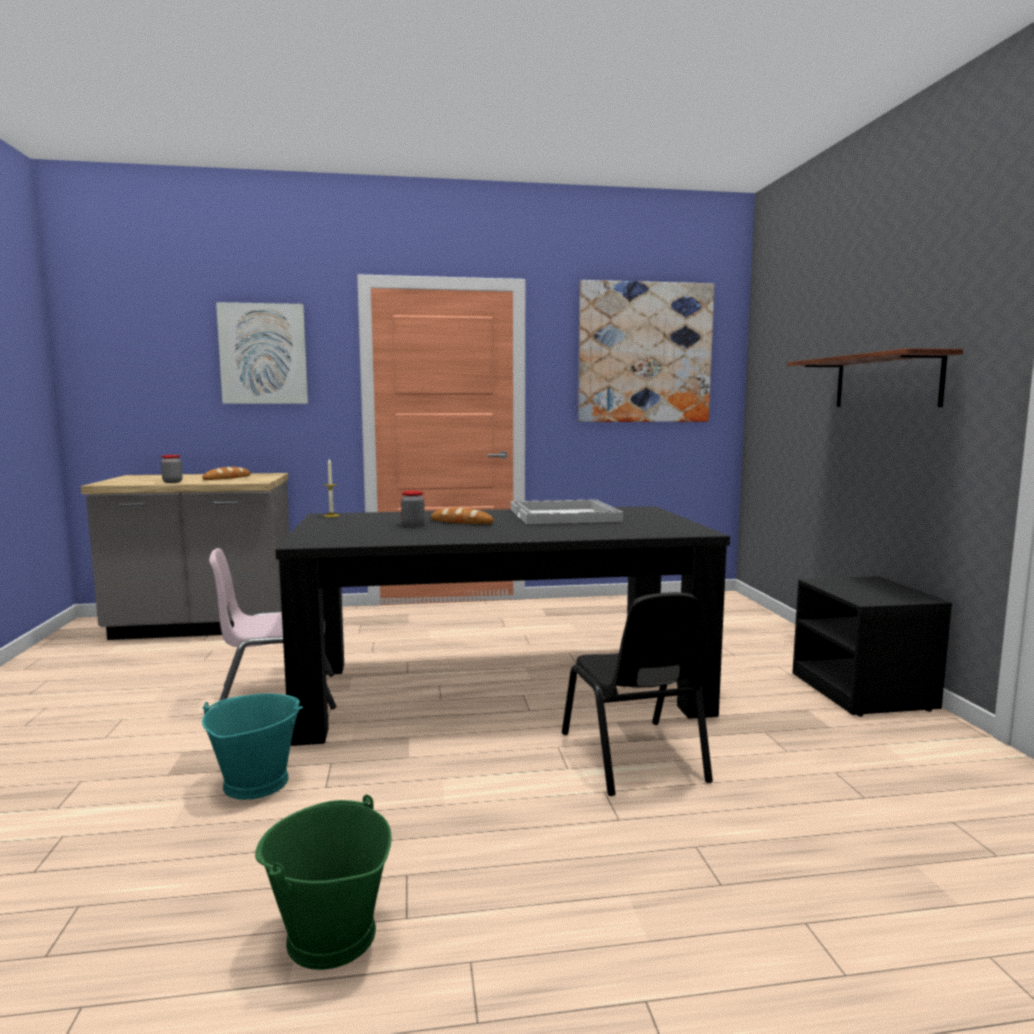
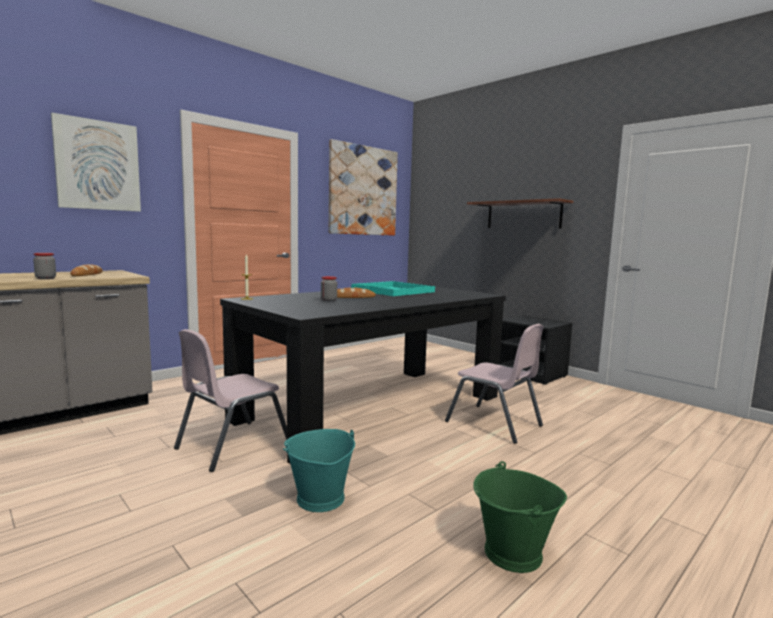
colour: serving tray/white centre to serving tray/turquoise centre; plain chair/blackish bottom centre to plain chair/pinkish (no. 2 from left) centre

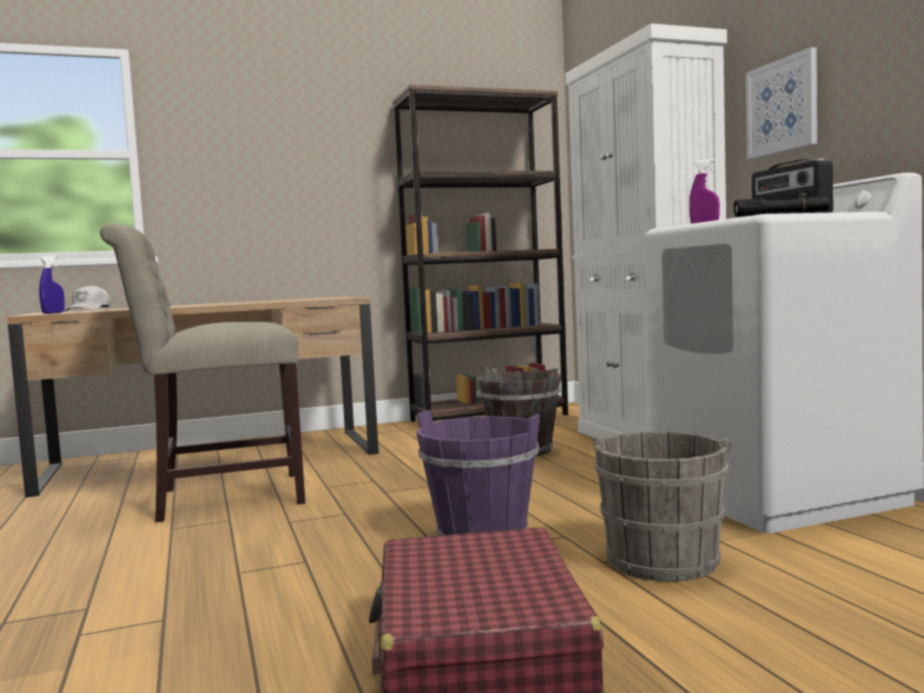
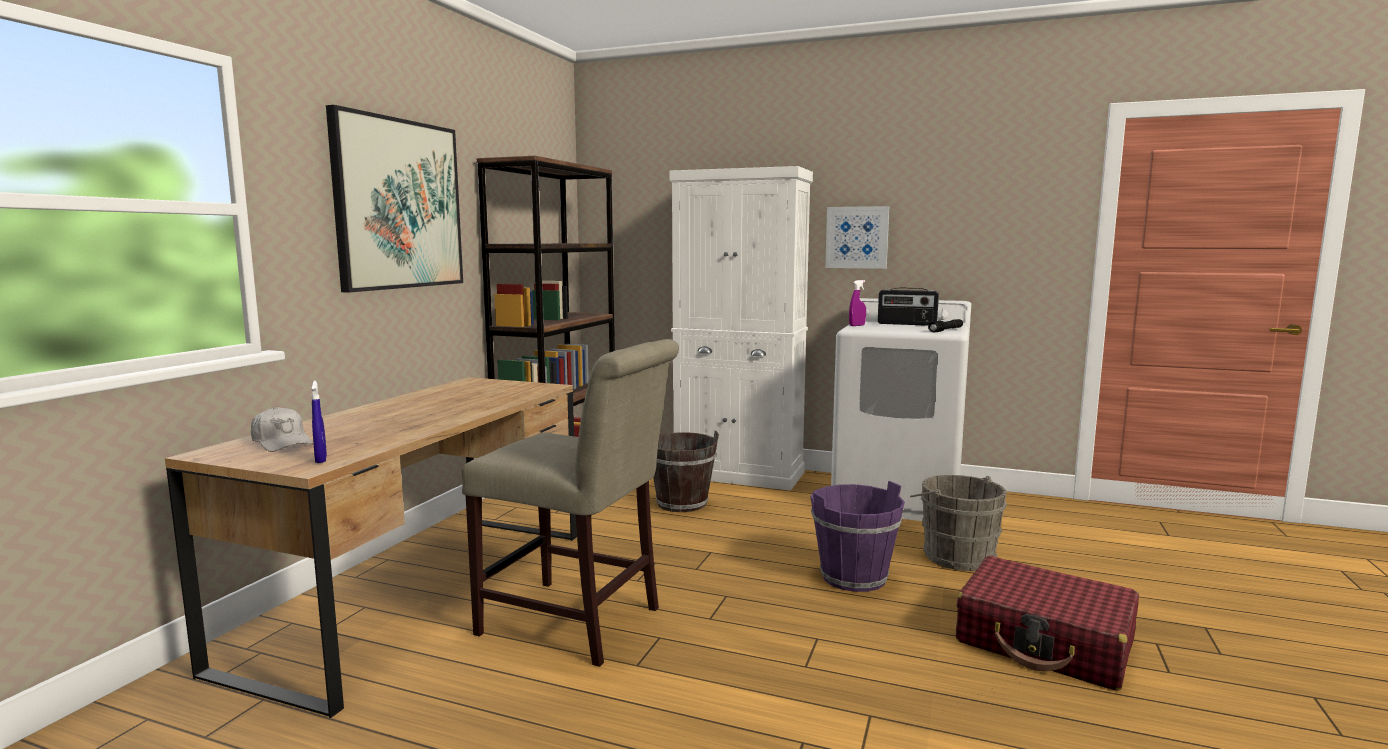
appeared: wall picture (no. 1 from left) top left
spun: plain chair/beige middle left = bottom centre 90 degrees counterclockwise

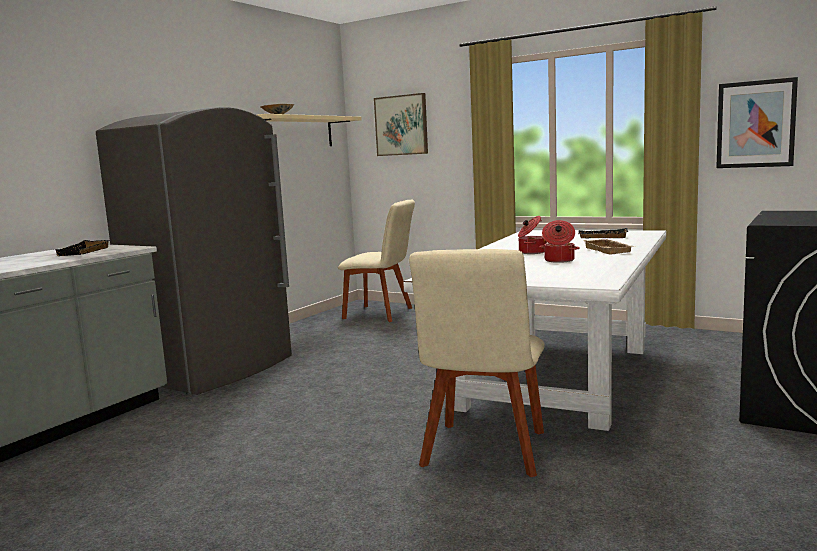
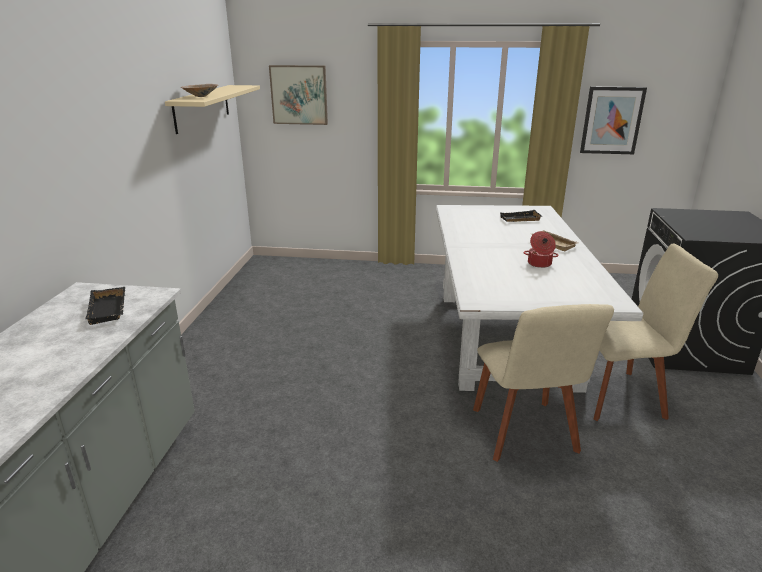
missing: fridge/grey middle left; saucepot (no. 1 from left) centre
relocated: plain chair/beige (no. 1 from left in the first image) centre to plain chair/beige (no. 2 from left) middle right

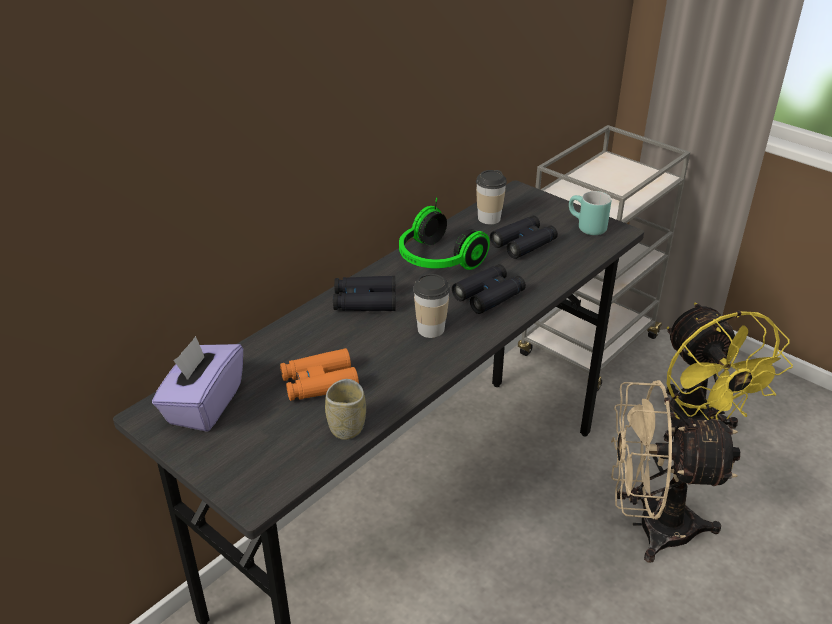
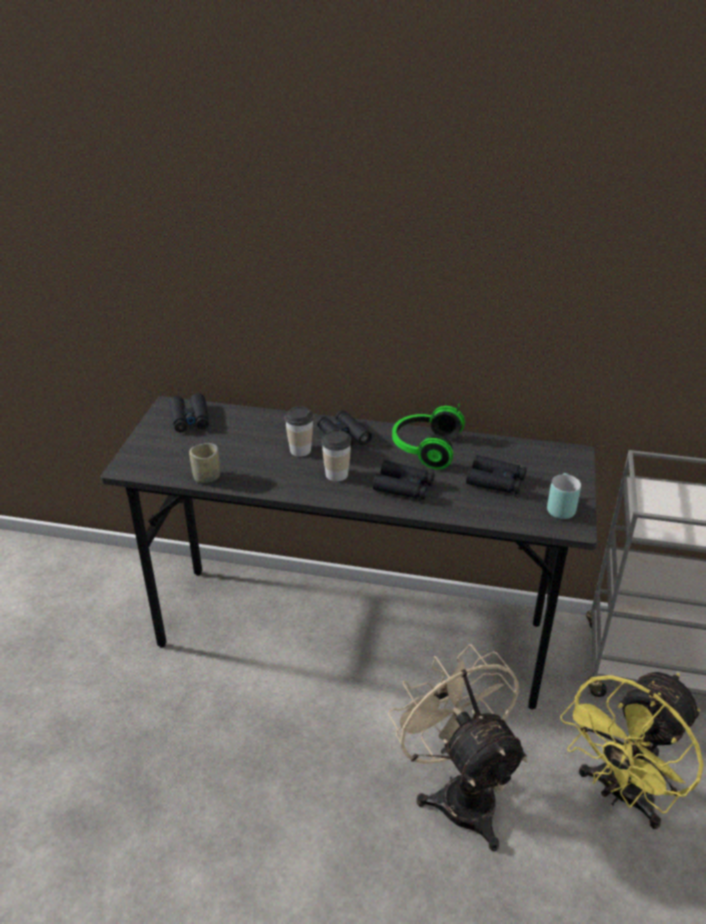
missing: binoculars/orange centre
relocated: cup (no. 3 from left in the first image) top centre to cup (no. 2 from left) centre
exchanged: tissue holder/purplish middle left to binoculars/blackish (no. 1 from left) middle left

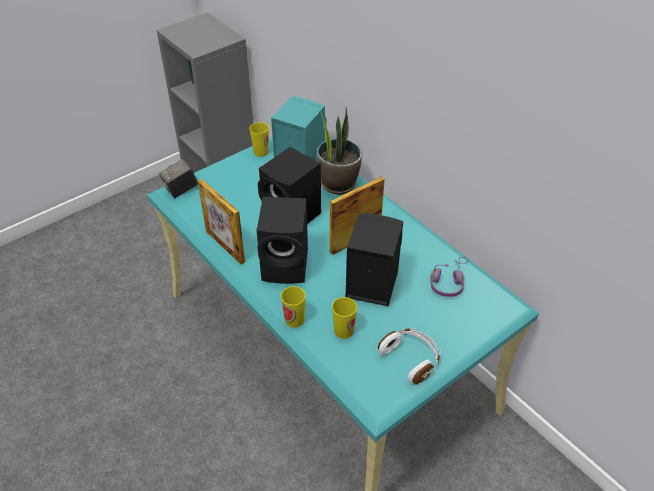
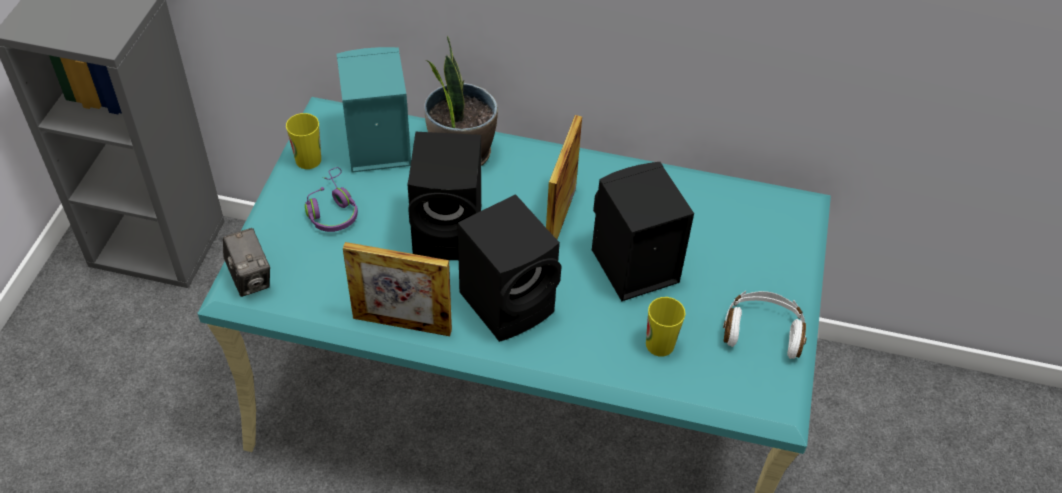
missing: cup (no. 2 from left) centre
relocated: pair of headphones/purplish middle right to middle left
spun: still camera middle left = middle left 45 degrees counterclockwise

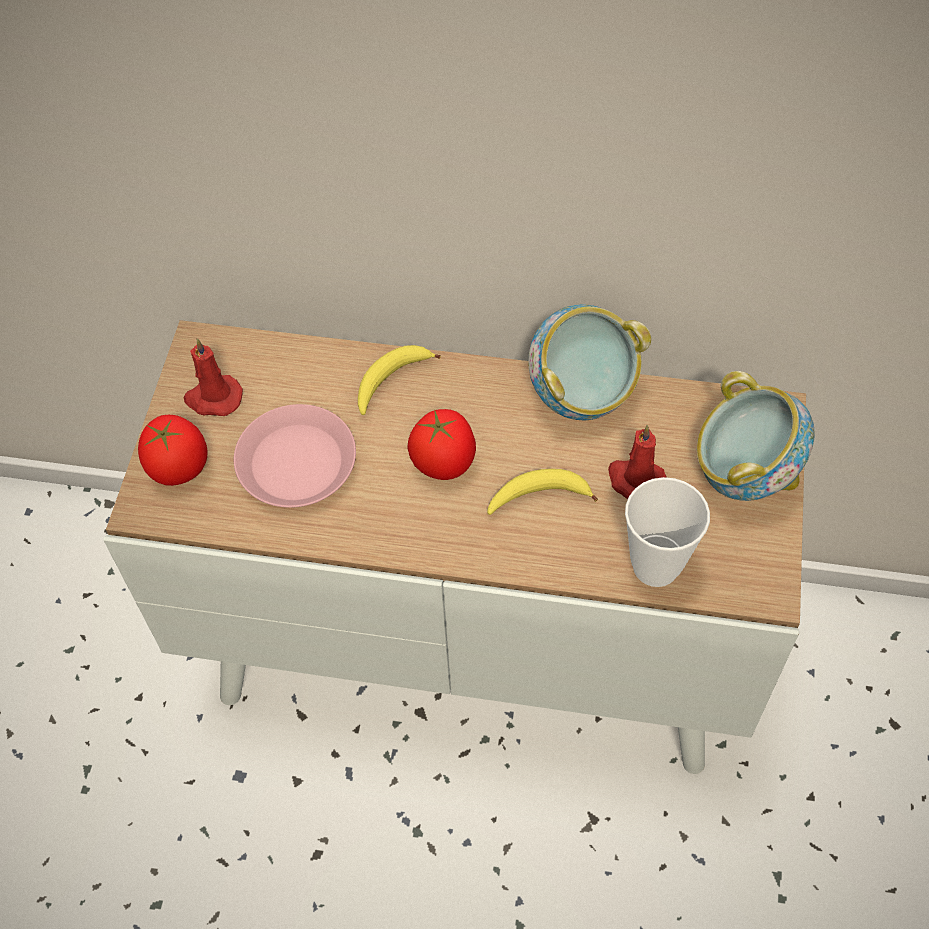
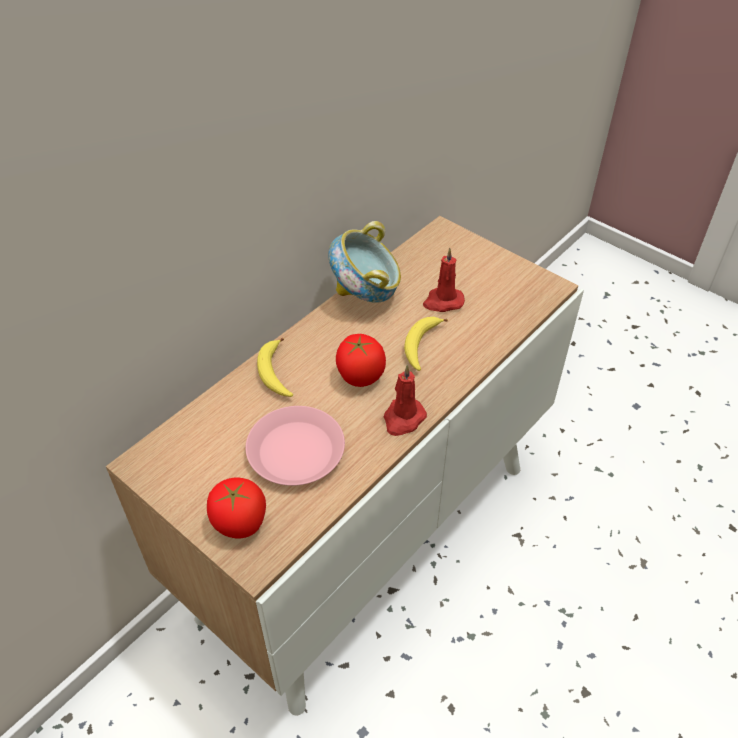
missing: cup middle right; serving bowl (no. 2 from left) middle right
relocated: candle/reddish (no. 1 from left) middle left to centre

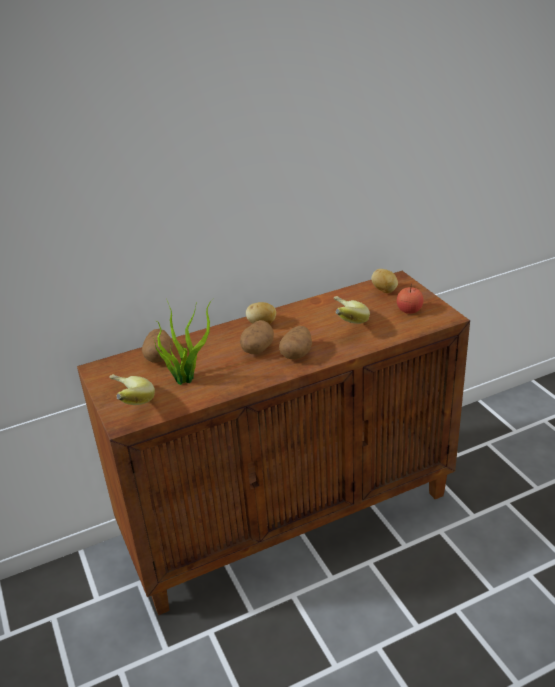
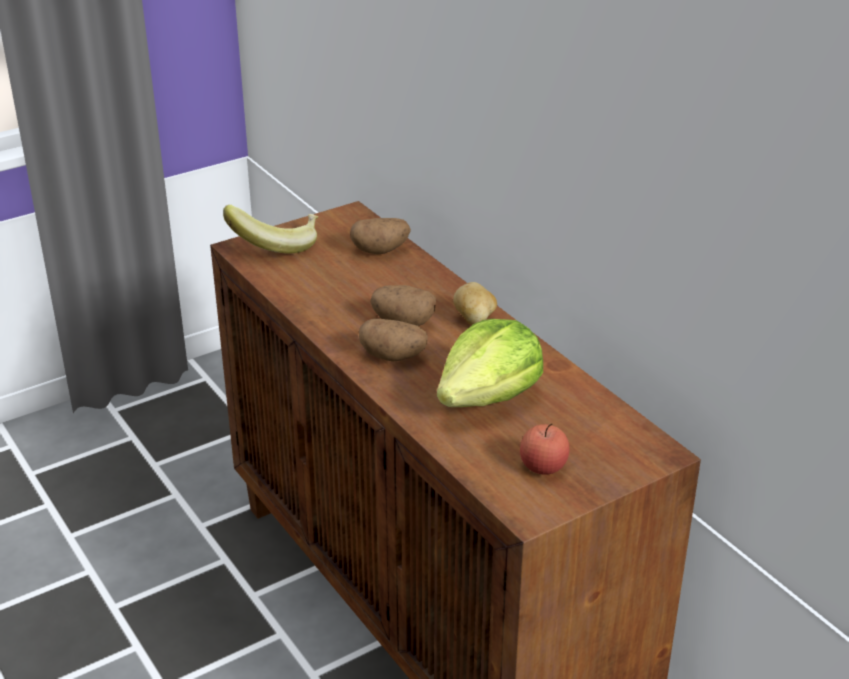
missing: potted plant middle left; whole potato (no. 5 from left) middle right
exchanged: banana (no. 2 from left) centre to lettuce head centre

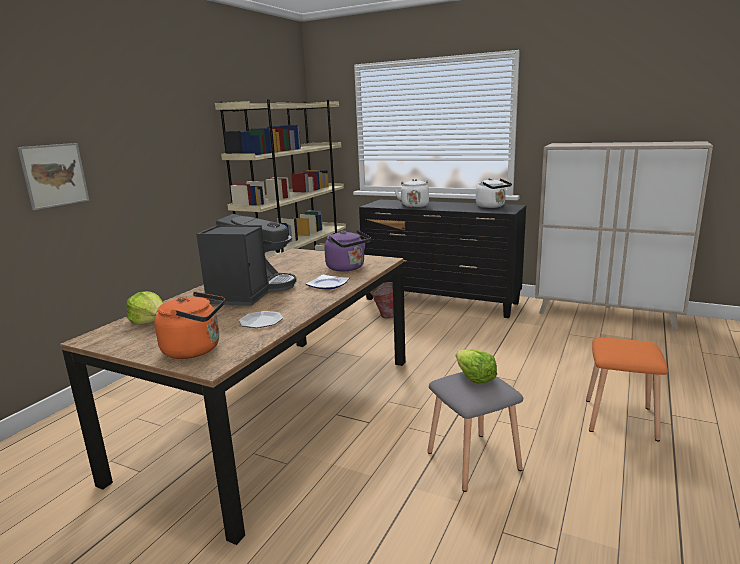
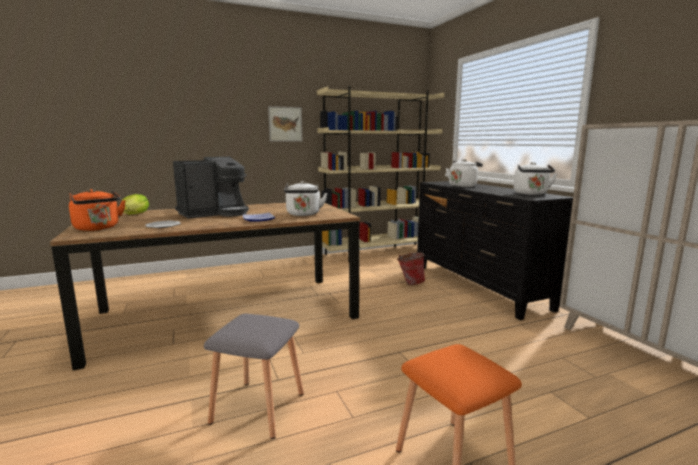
missing: lettuce head (no. 2 from left) centre
relocated: wall picture top left to top centre
colour: water kettle/purplish centre to water kettle/white (no. 1 from left) centre

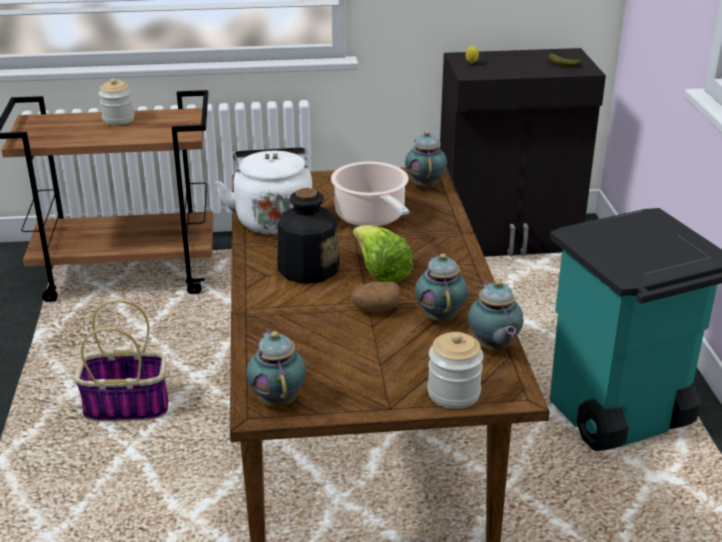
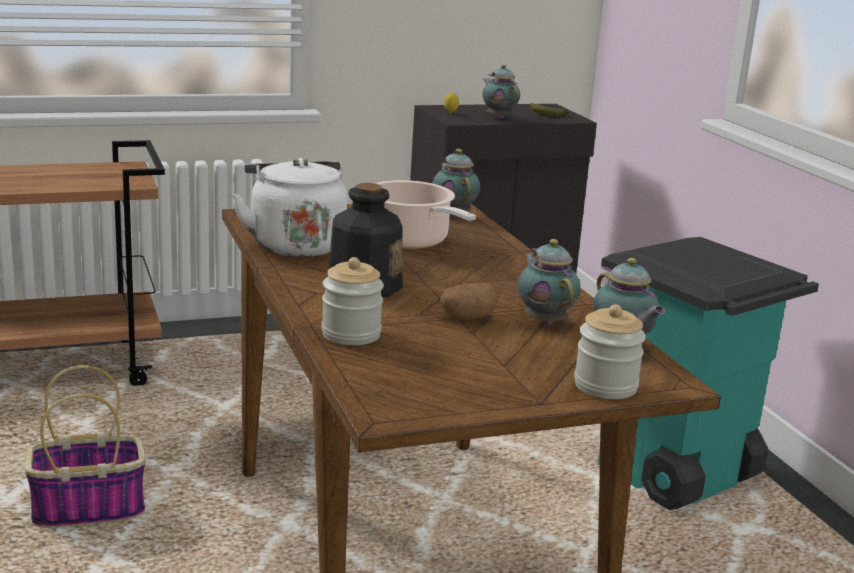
missing: lettuce head centre
relocated: jar (no. 1 from left) top left to centre; tea pot (no. 1 from left in the first image) bottom centre to tea pot (no. 2 from left) top centre

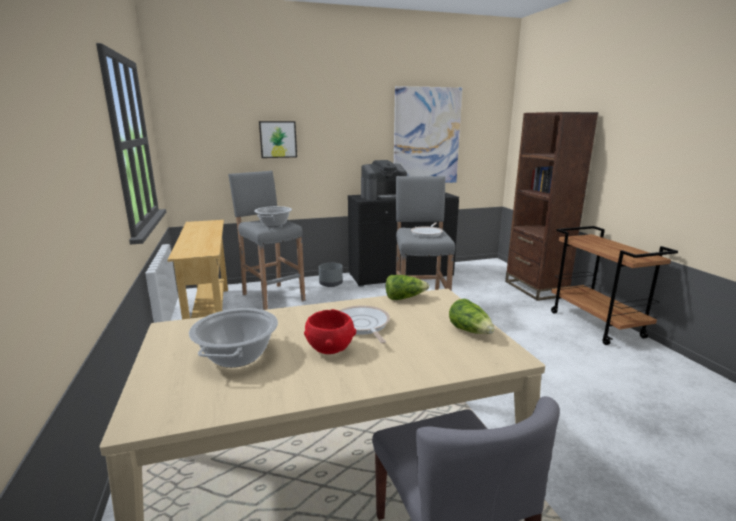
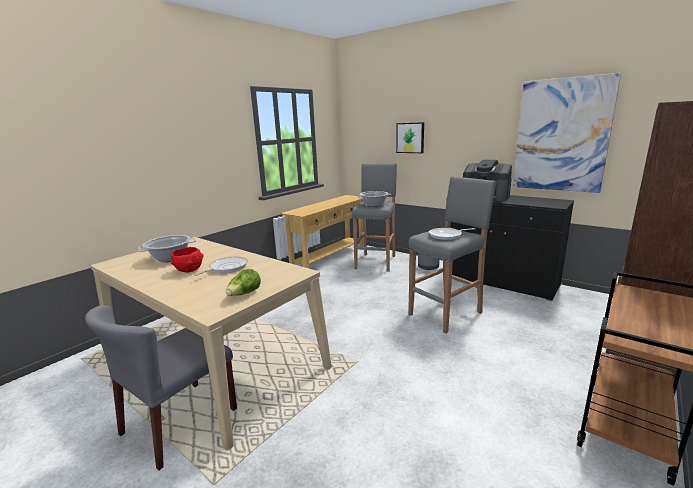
missing: lettuce head (no. 1 from left) centre

